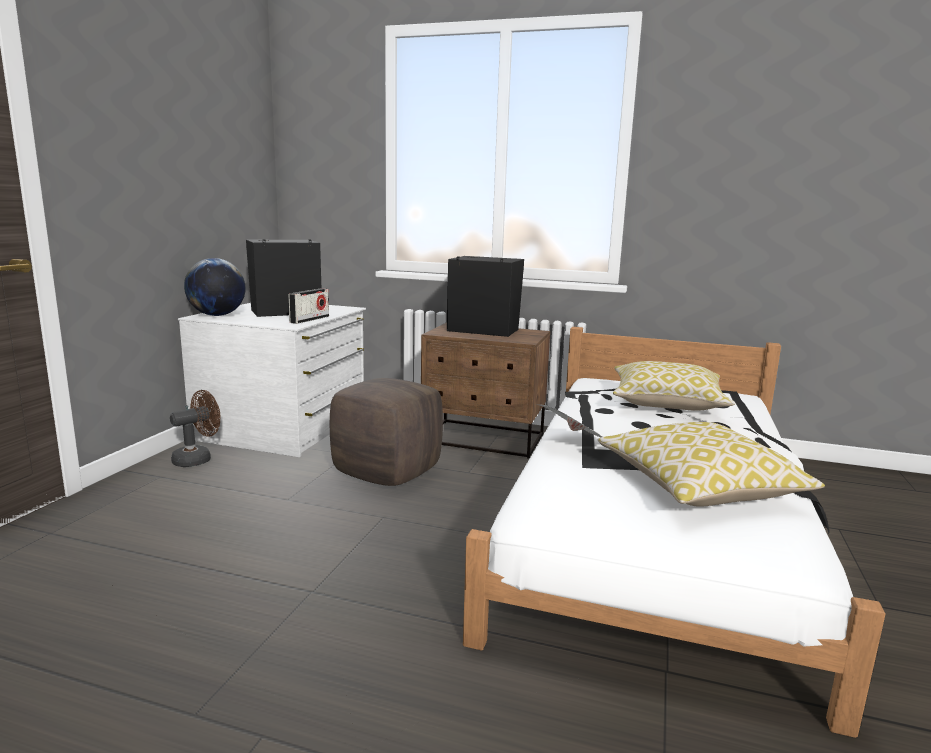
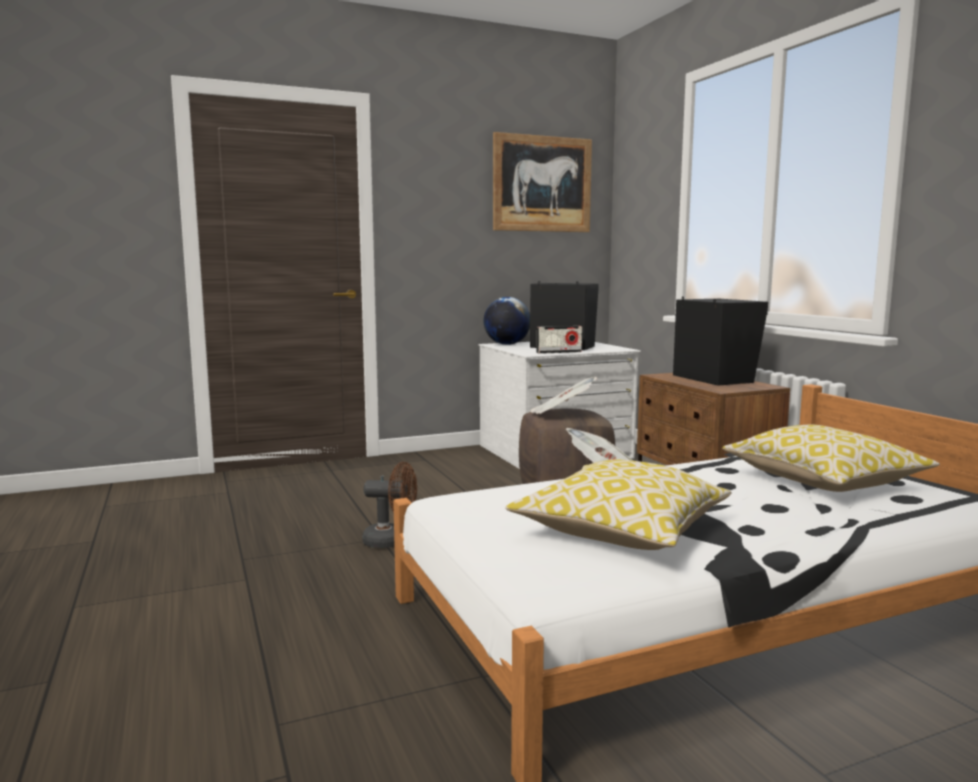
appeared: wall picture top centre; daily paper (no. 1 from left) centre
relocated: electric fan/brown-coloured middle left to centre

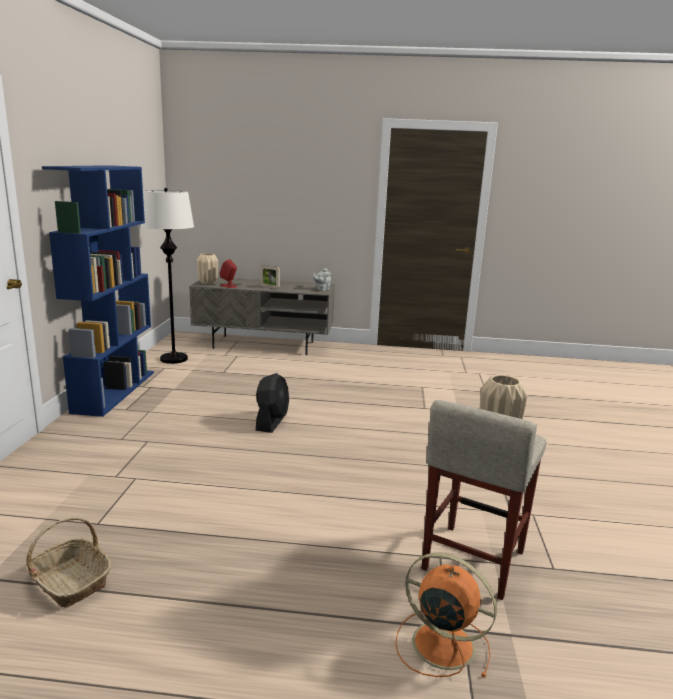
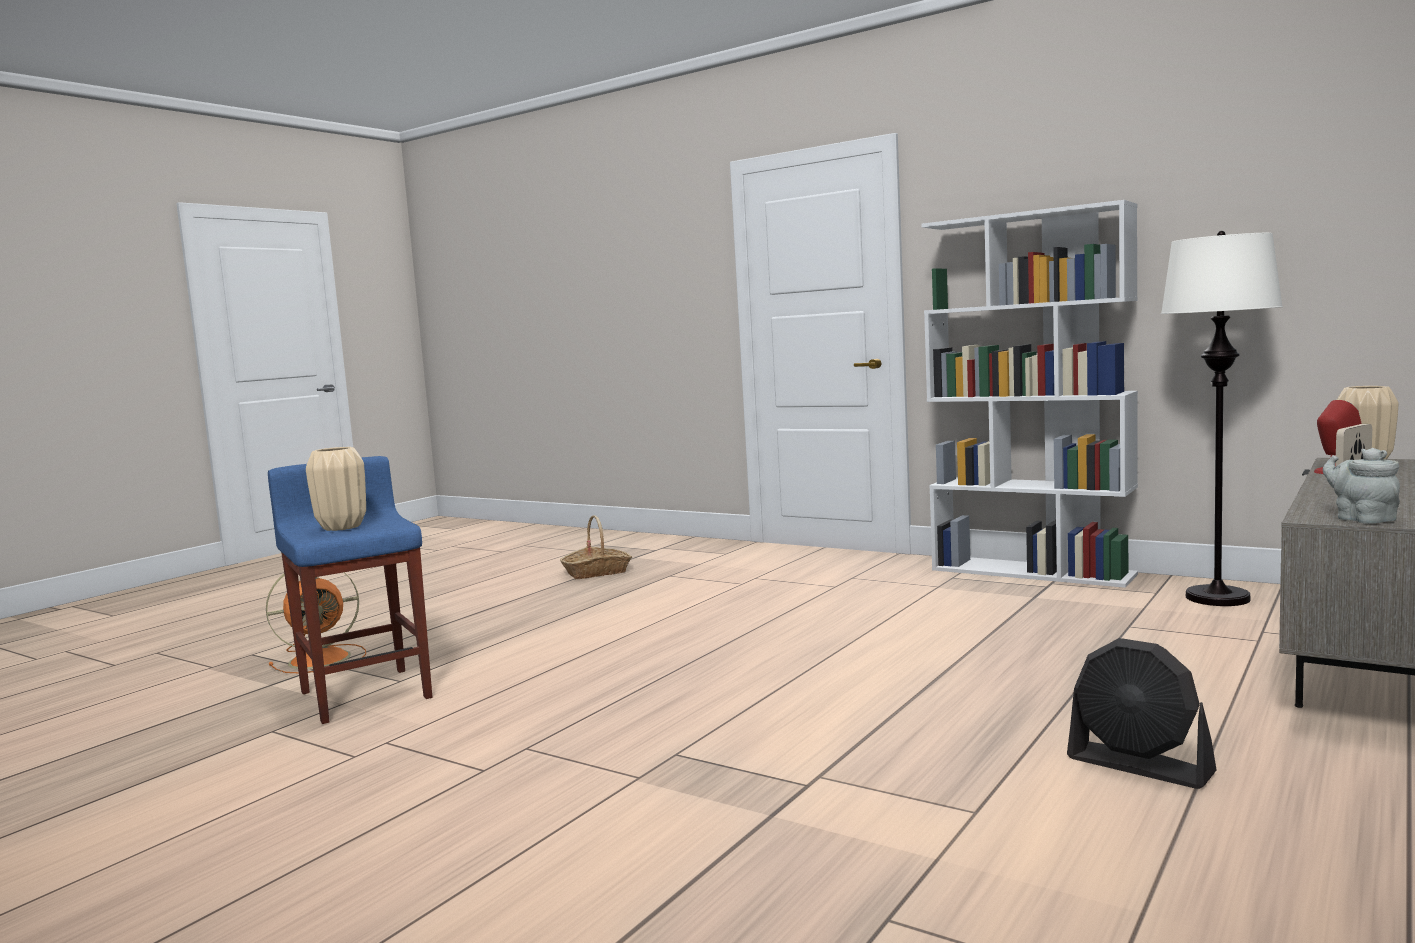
relocated: electric fan/blackish centre to bottom right
colour: bookcase/bluish middle left to bookcase/white middle right; stool seat/beige bottom right to stool seat/bluish middle left

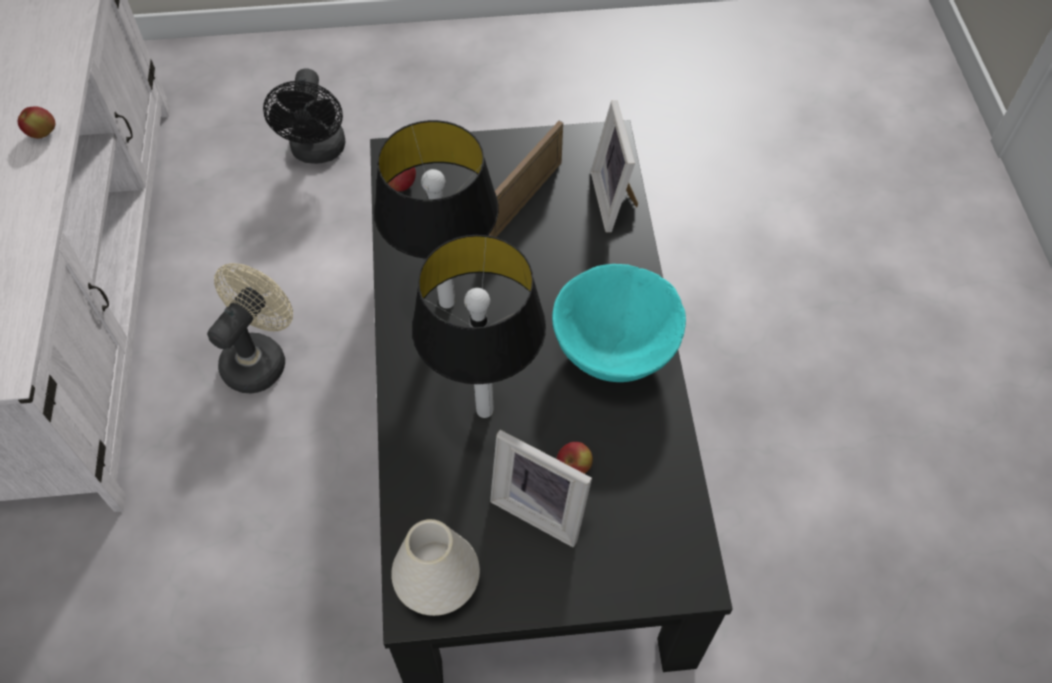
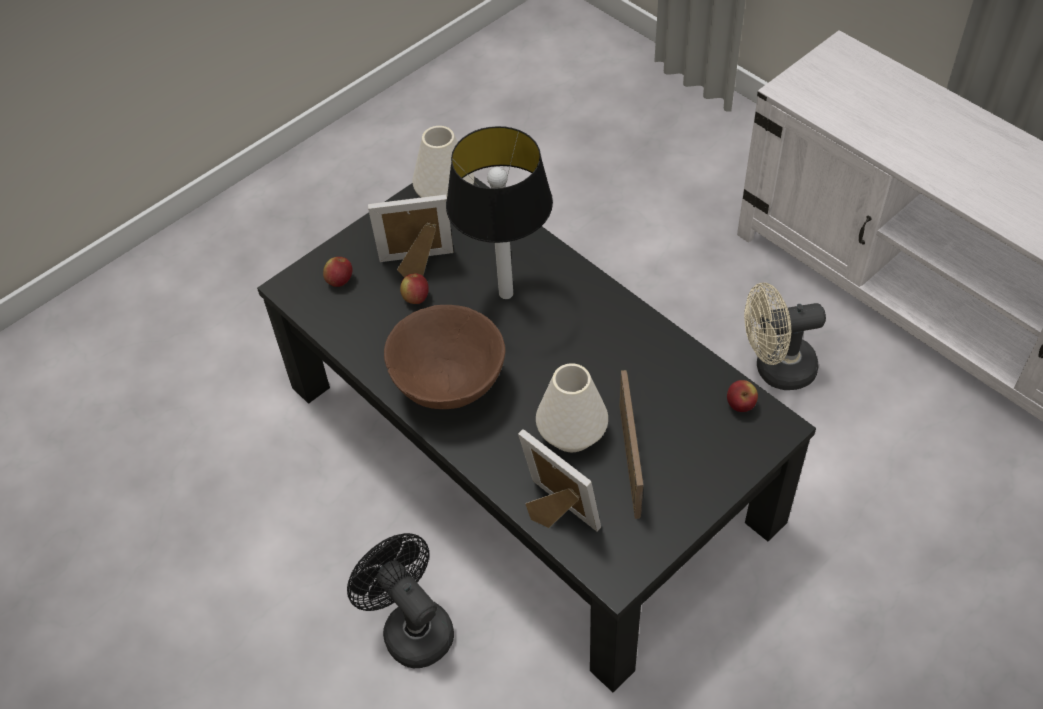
missing: tabletop lamp (no. 1 from left) top centre
appeared: vase/white (no. 2 from left) centre
relocated: apple (no. 1 from left) top left to middle left; electric fan/blackish top left to bottom centre
colour: serving bowl/turquoise centre to serving bowl/brown-coloured centre
spun: electric fan/beige middle left = middle right 90 degrees clockwise

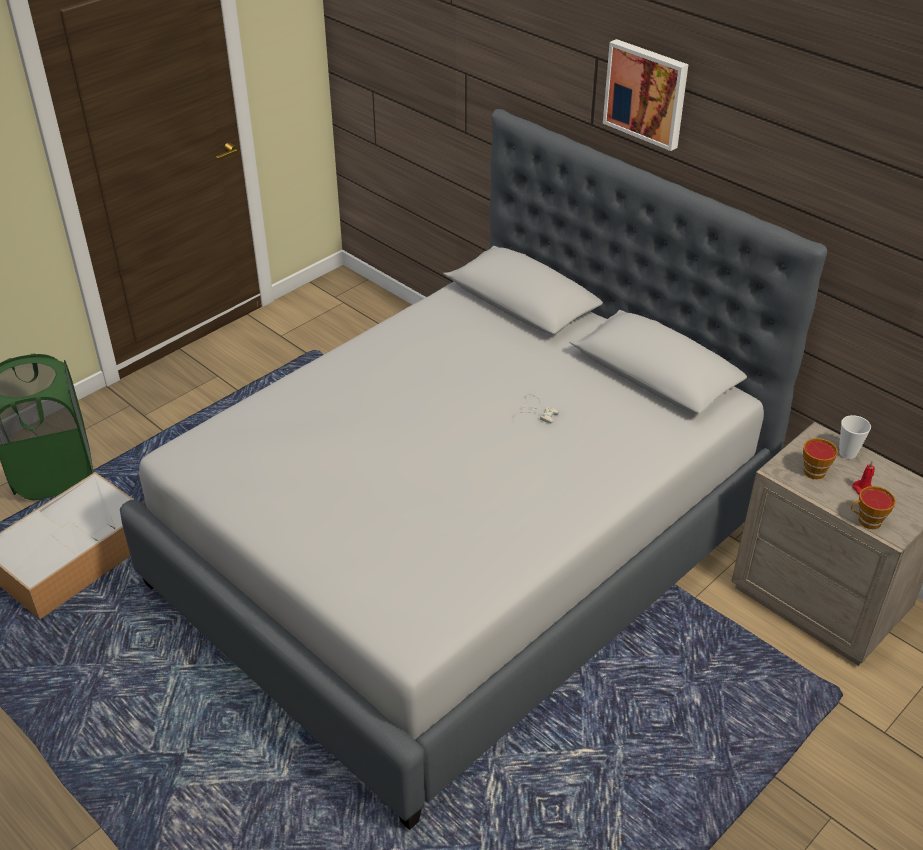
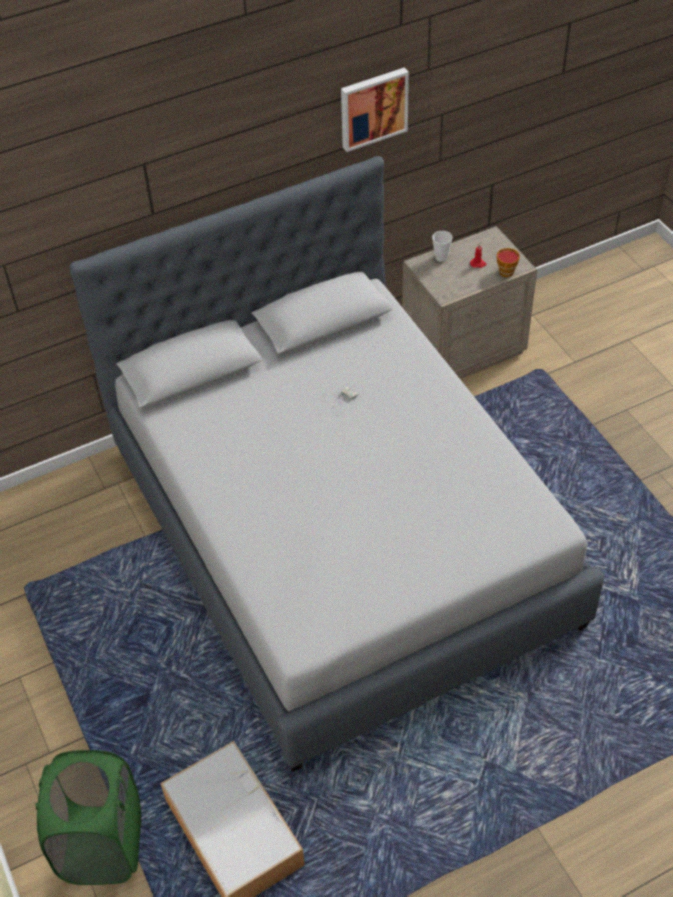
missing: cup (no. 1 from left) middle right
relocated: wall picture top right to top centre

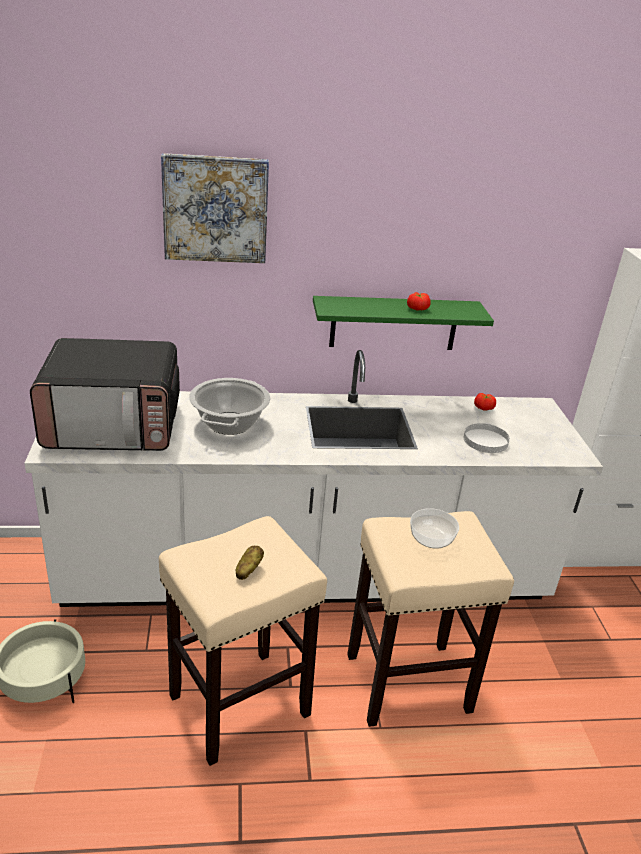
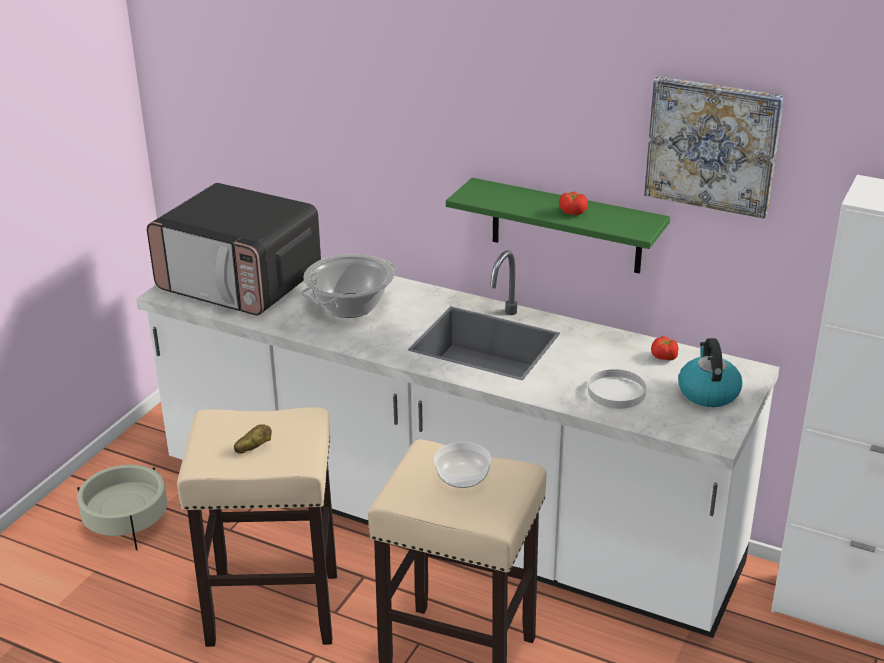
appeared: water kettle middle right
relocated: wall picture top centre to top right

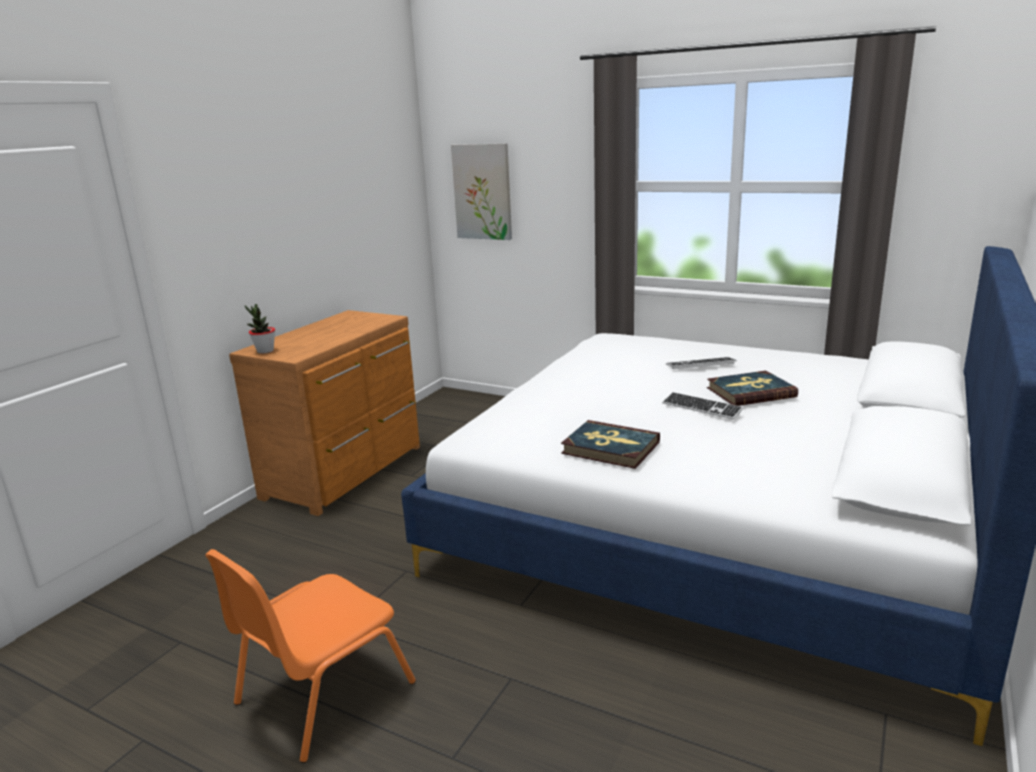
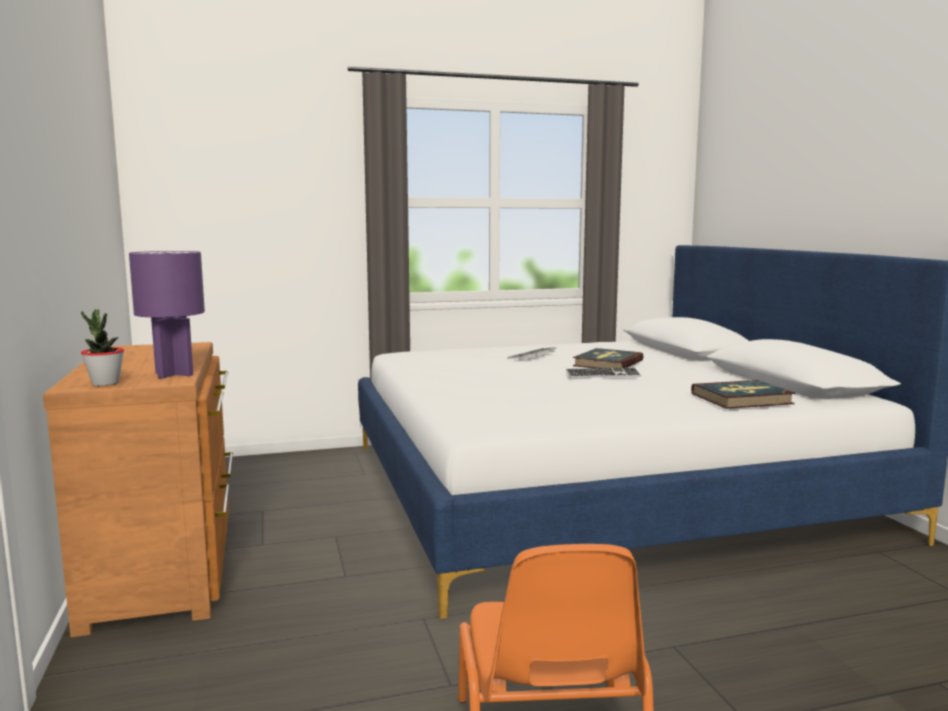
missing: wall picture top centre
appeared: tabletop lamp/purplish middle left
relocated: bound book (no. 1 from left in the first image) centre to bound book (no. 2 from left) middle right

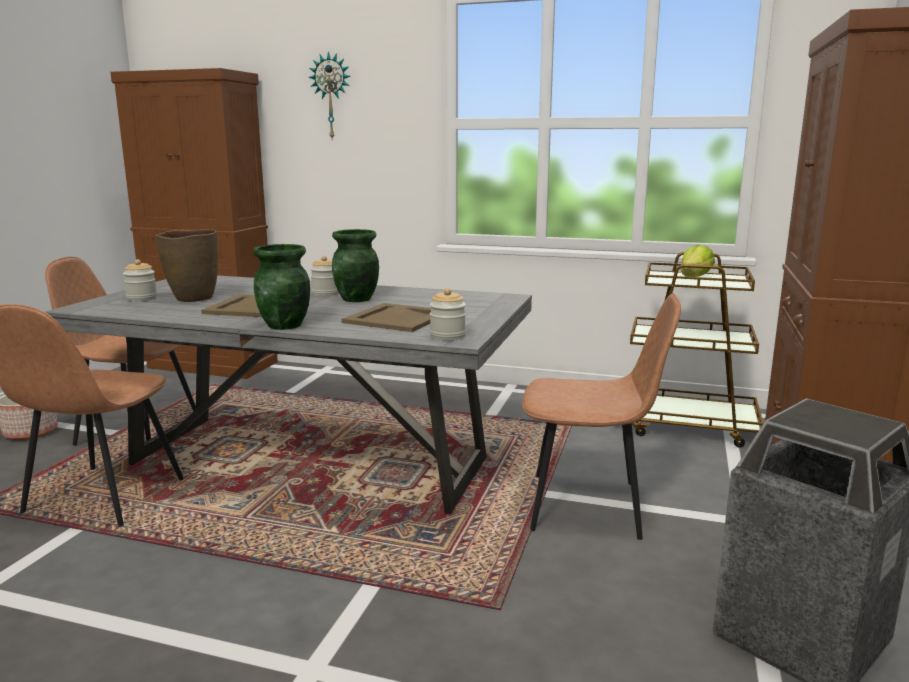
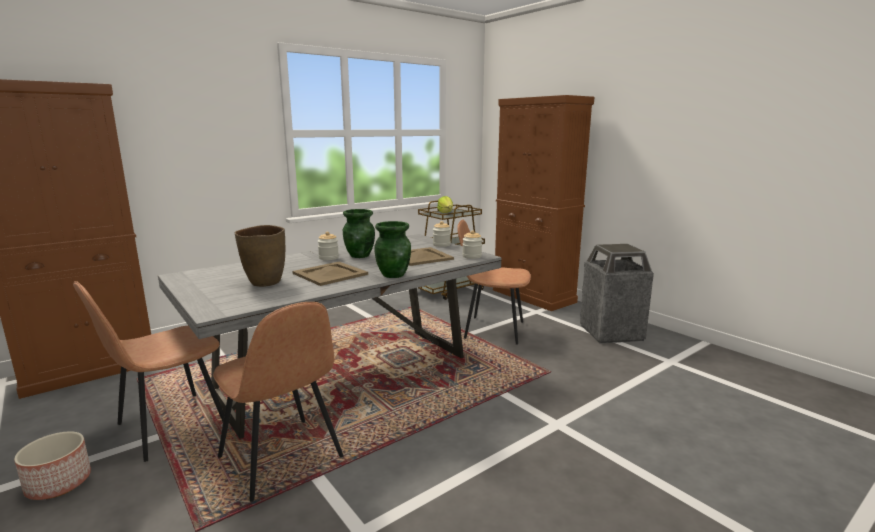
missing: wall clock top centre
relocated: jar (no. 1 from left in the first image) middle left to jar (no. 2 from left) centre
spun: plain chair/brown-coloured (no. 3 from left) centre = centre 120 degrees counterclockwise

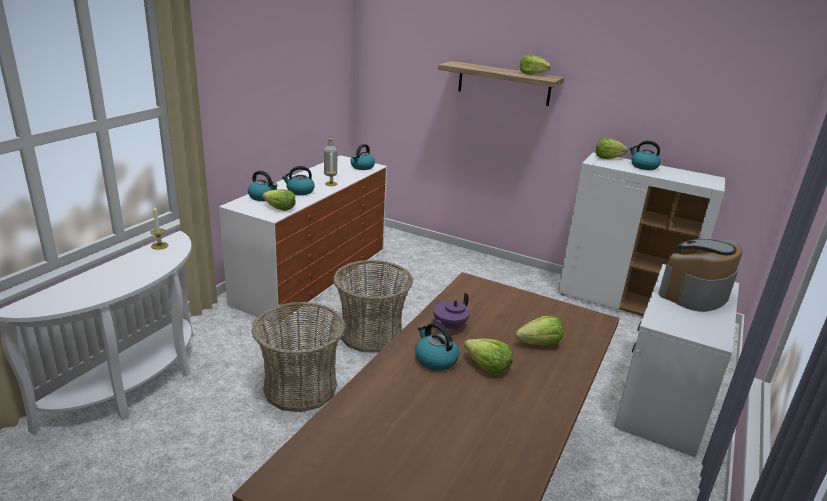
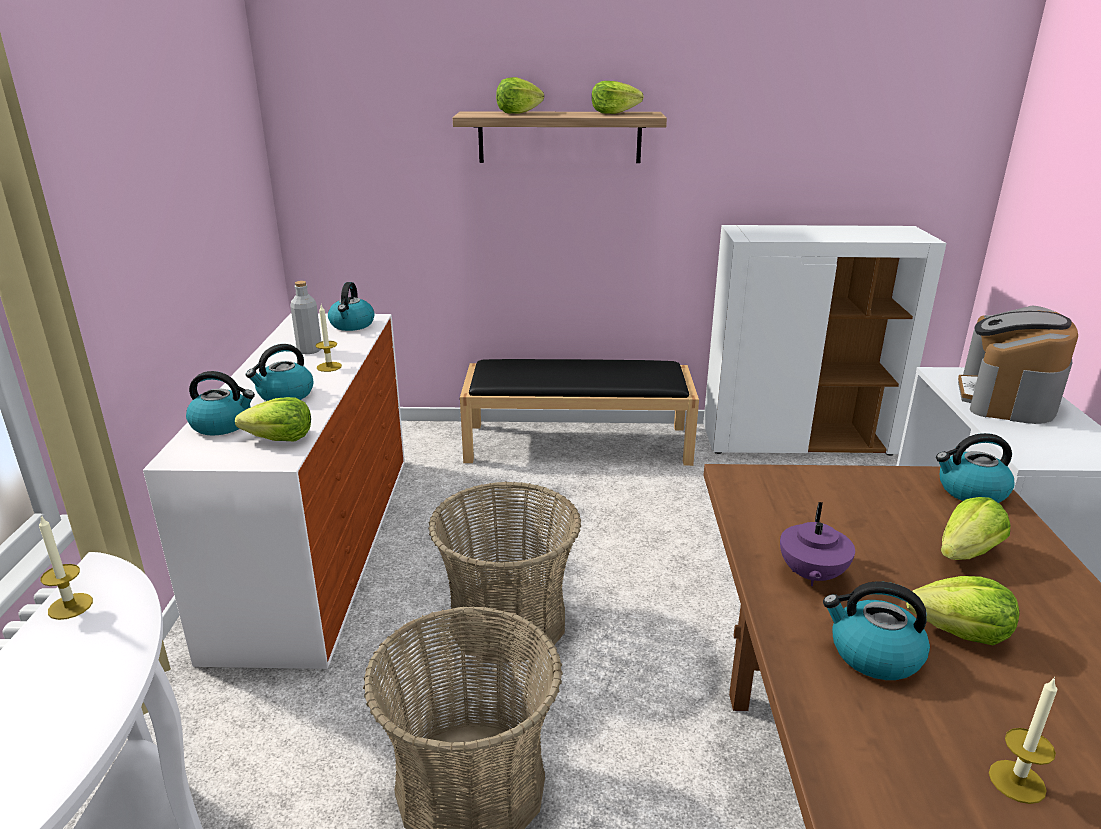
appeared: long seat/blackish centre; candle (no. 3 from left) bottom right
relocated: lettuce head (no. 5 from left in the first image) top right to lettuce head (no. 2 from left) top centre; water kettle (no. 5 from left) top right to middle right

